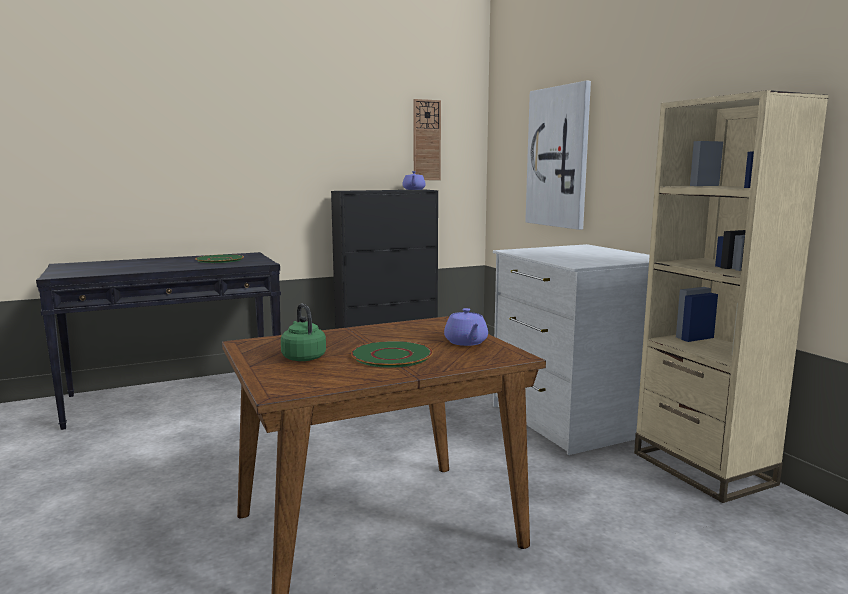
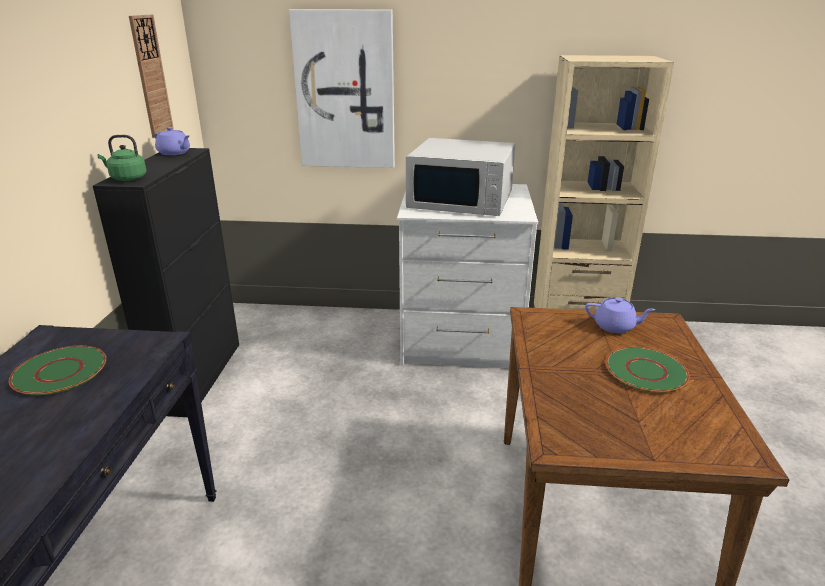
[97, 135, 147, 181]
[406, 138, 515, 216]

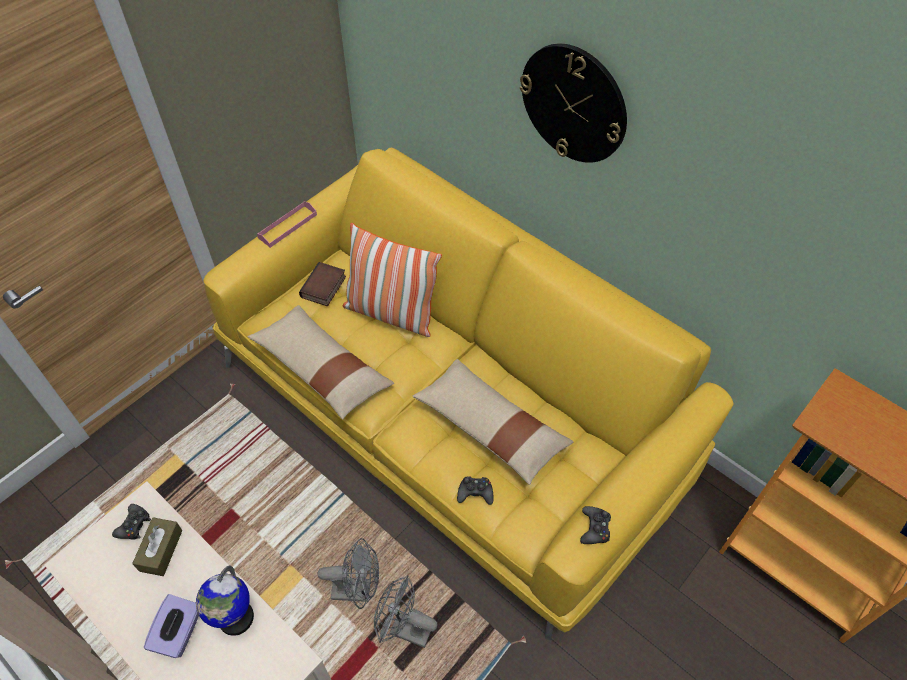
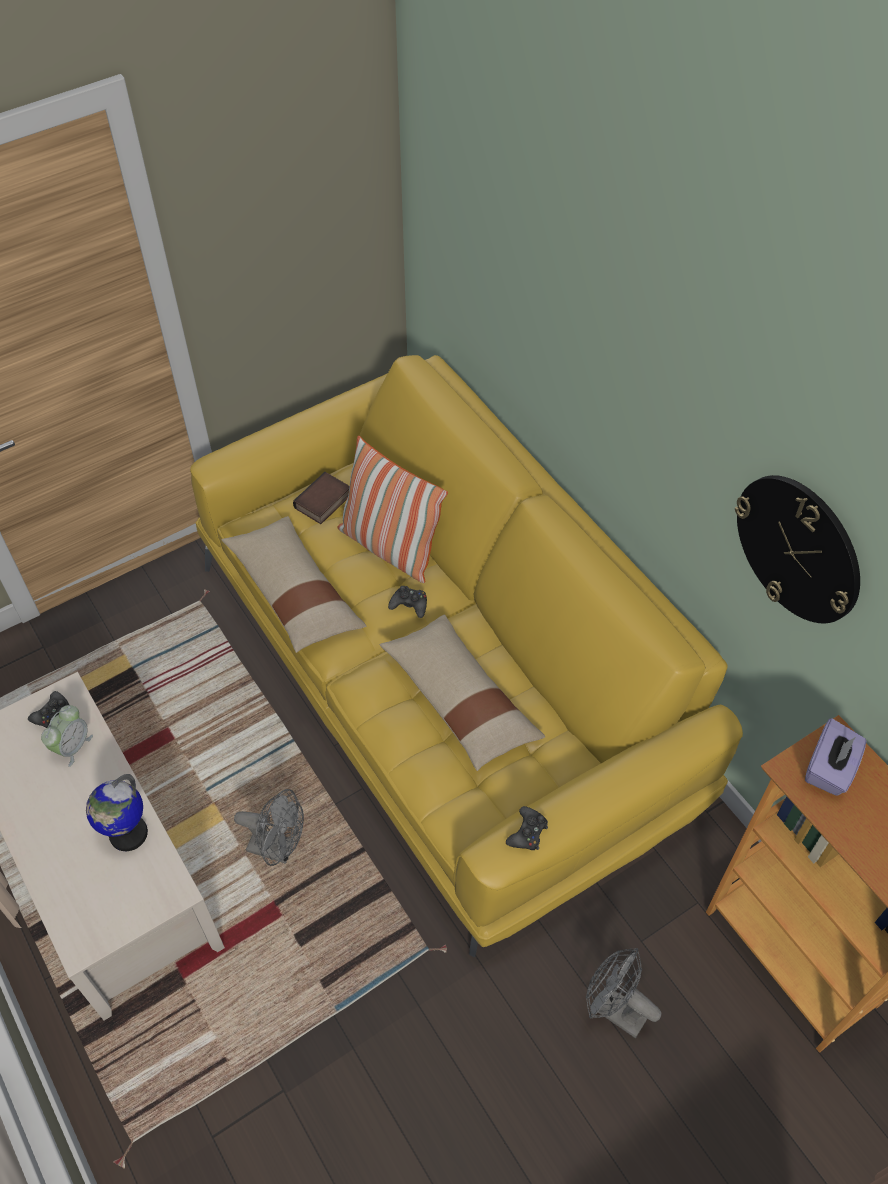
[41, 705, 93, 767]
[805, 718, 866, 796]
[257, 201, 317, 248] (first image)
[586, 948, 661, 1038]
[388, 586, 427, 618]
[735, 475, 860, 623]

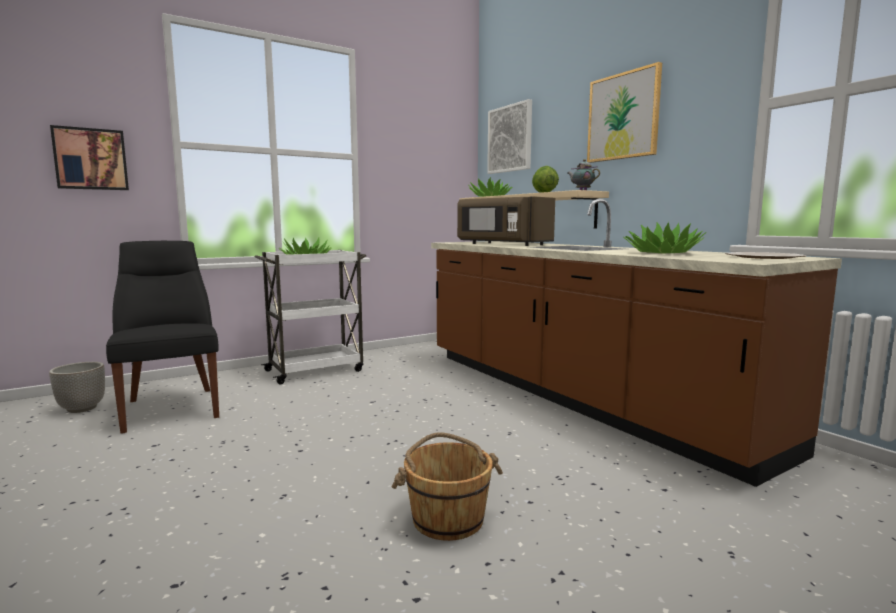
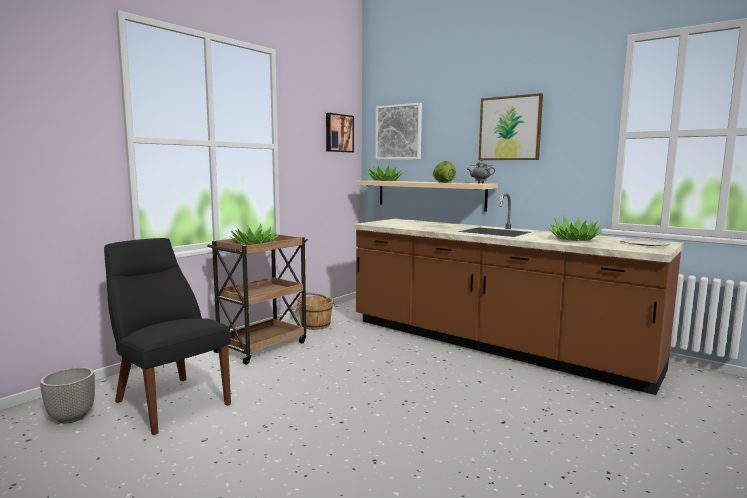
[326, 113, 354, 152]
[208, 233, 308, 365]
[295, 293, 336, 330]
[457, 196, 555, 246] (first image)

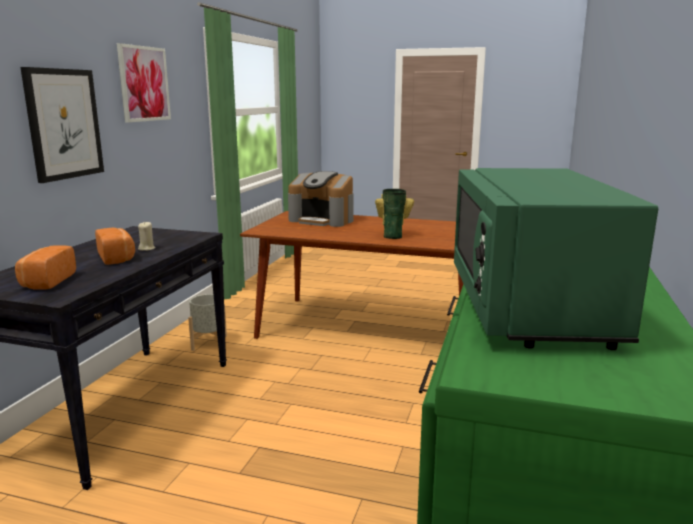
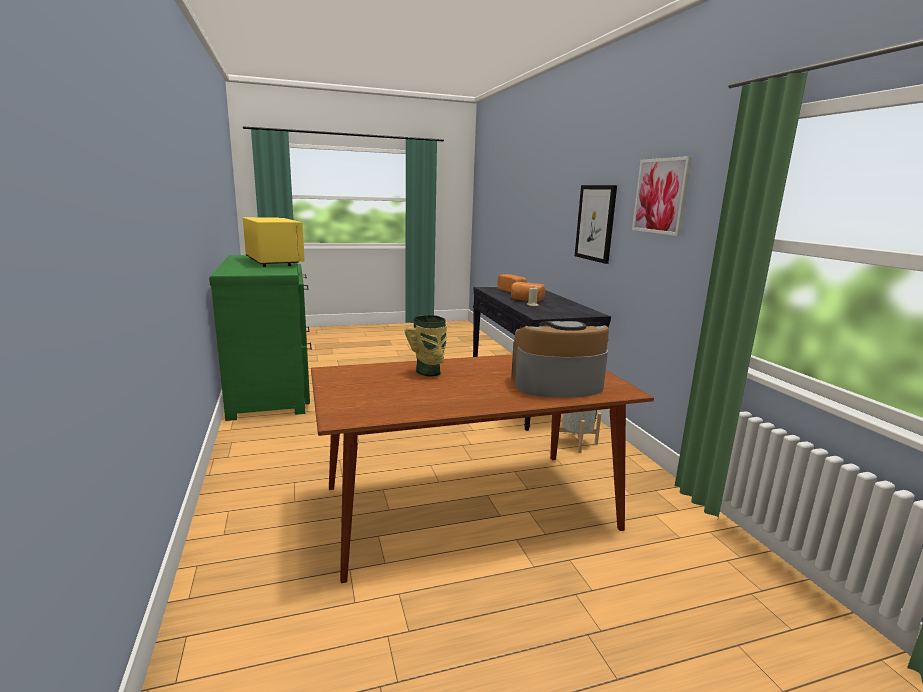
[243, 217, 305, 267]

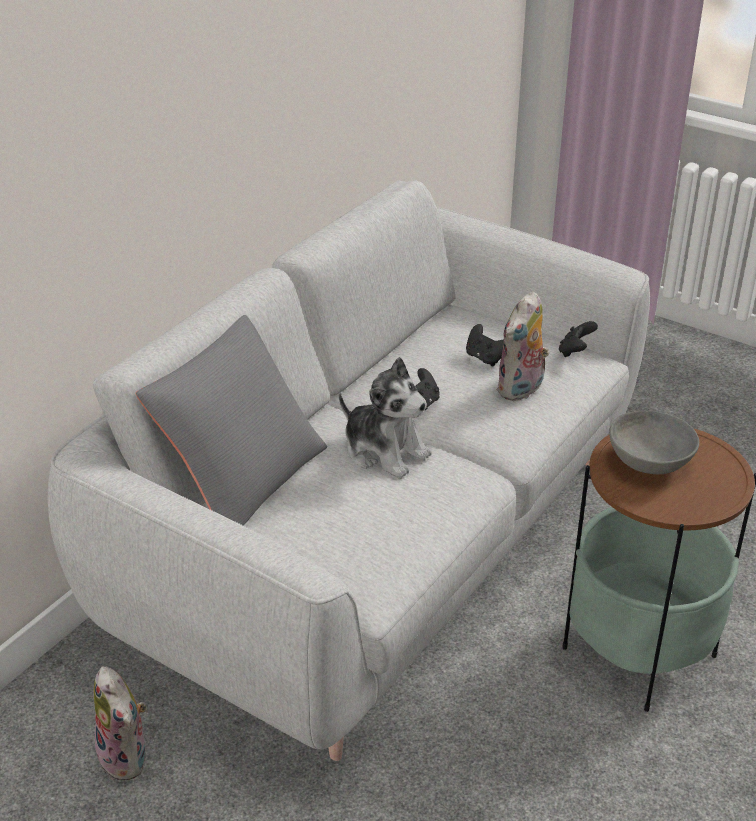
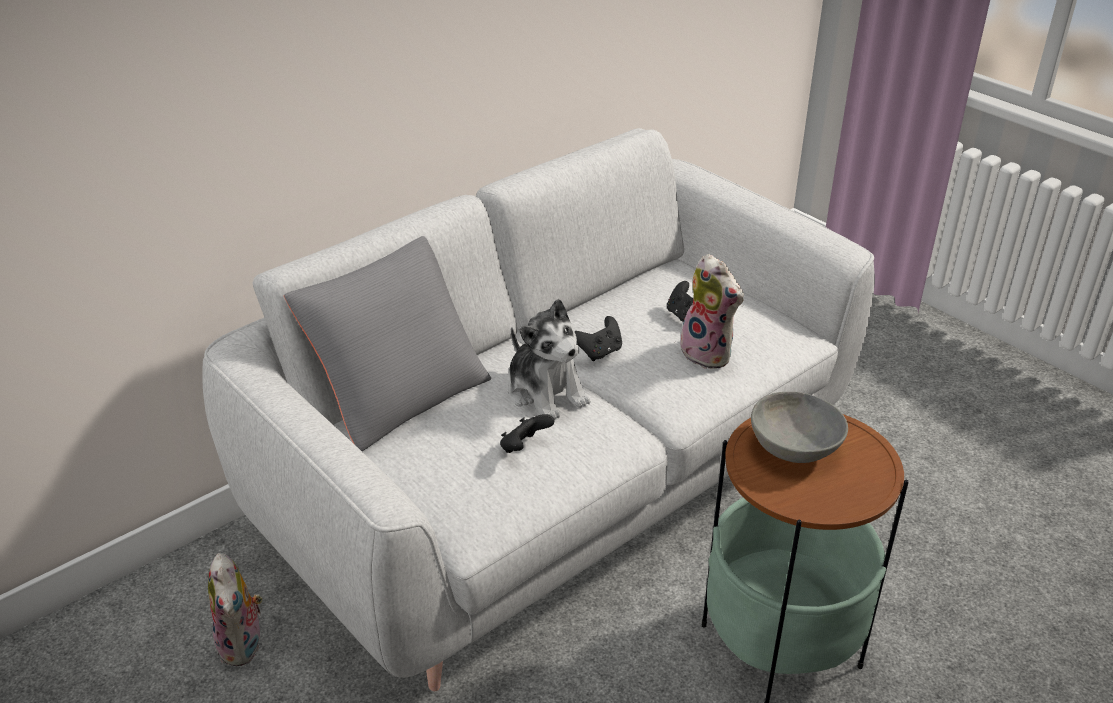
[680, 254, 744, 369]
[500, 414, 554, 453]

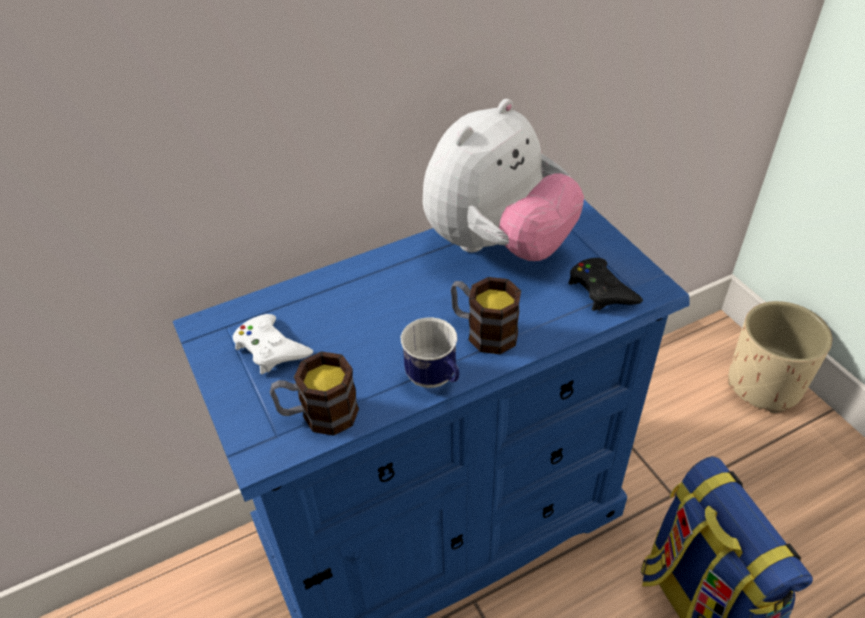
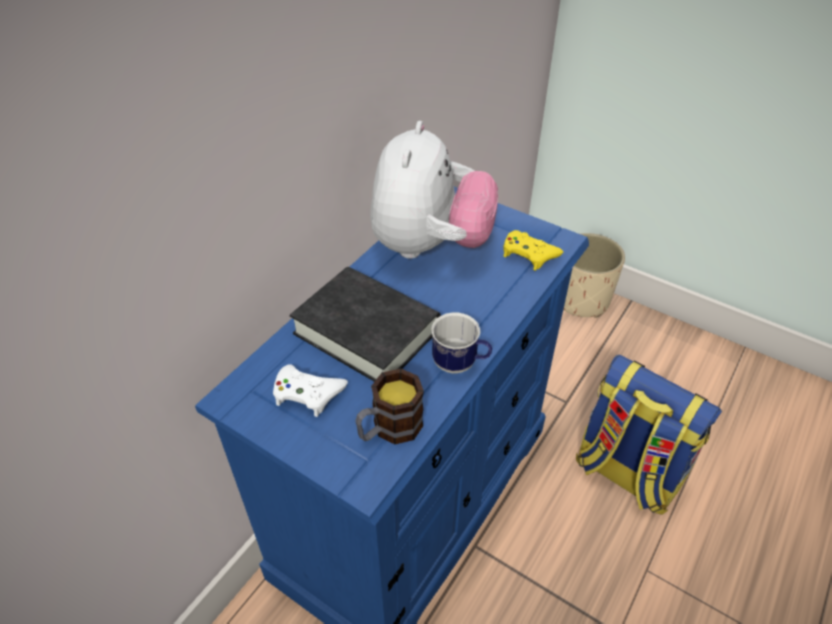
[451, 277, 521, 354] (first image)
[503, 230, 563, 271]
[290, 267, 441, 382]

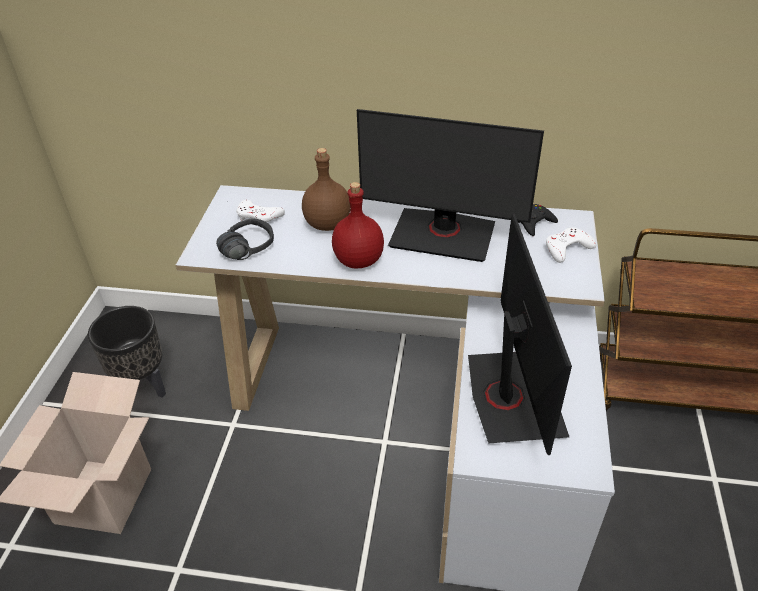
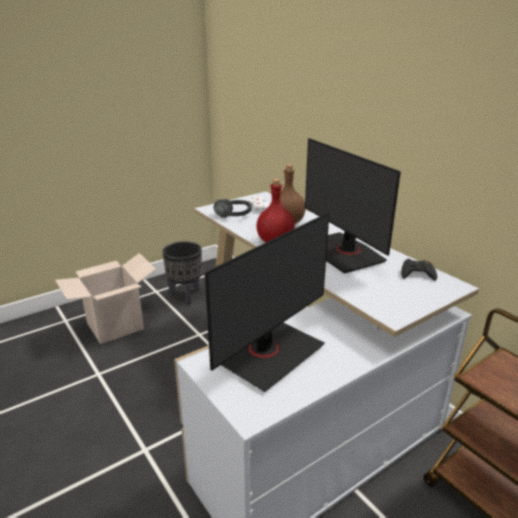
[546, 228, 596, 263] (first image)

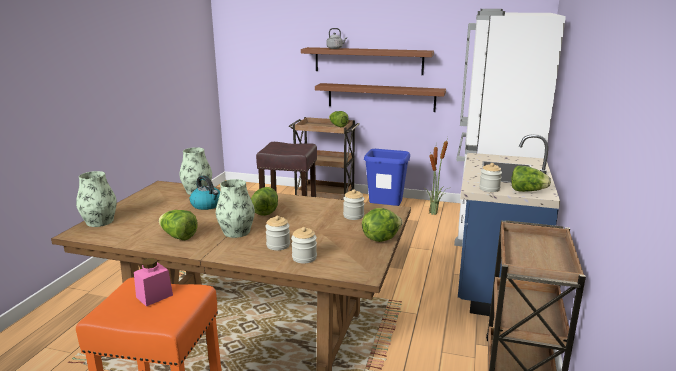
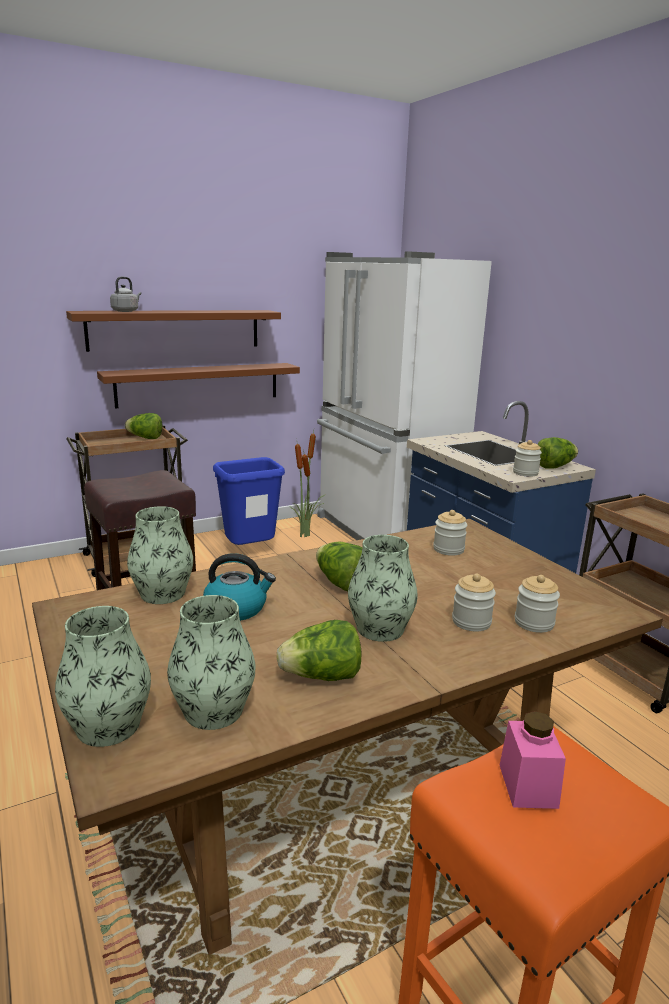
[362, 208, 402, 242] (first image)
[167, 595, 256, 730]

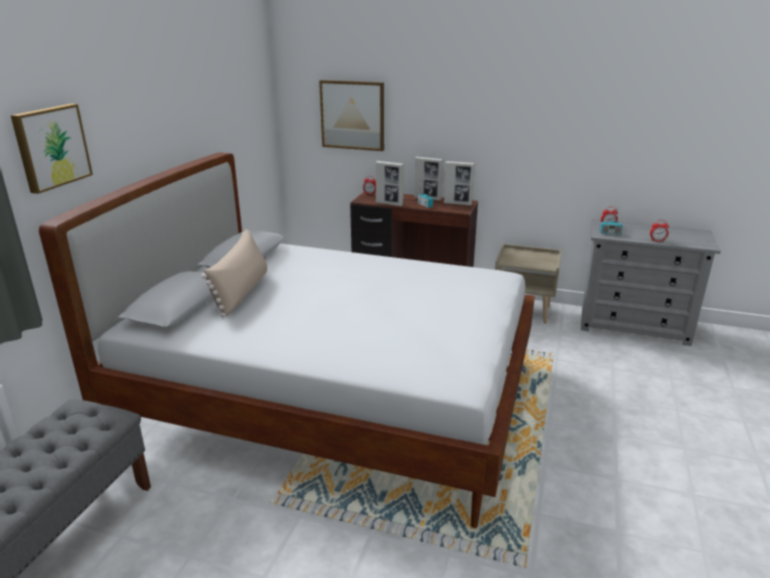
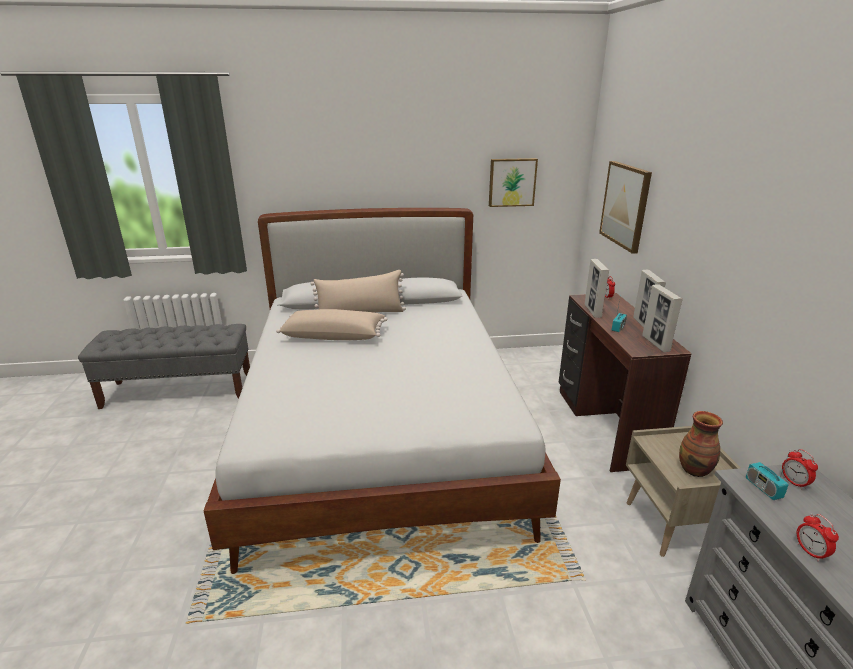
[489, 158, 538, 207]
[276, 309, 387, 340]
[679, 411, 723, 477]

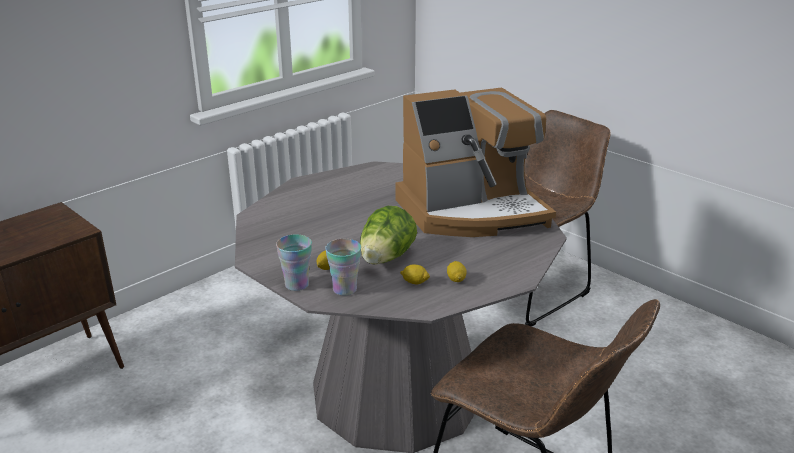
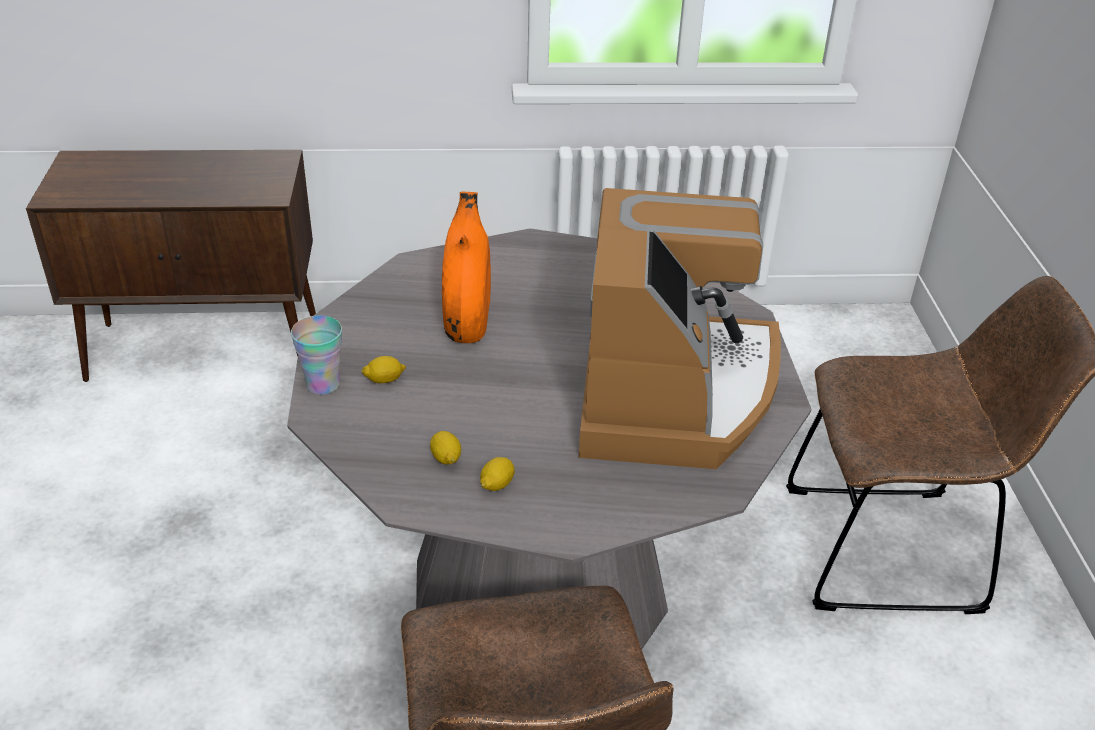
[325, 239, 361, 296] (first image)
[360, 206, 417, 264] (first image)
[579, 188, 781, 469]
[442, 192, 491, 343]

